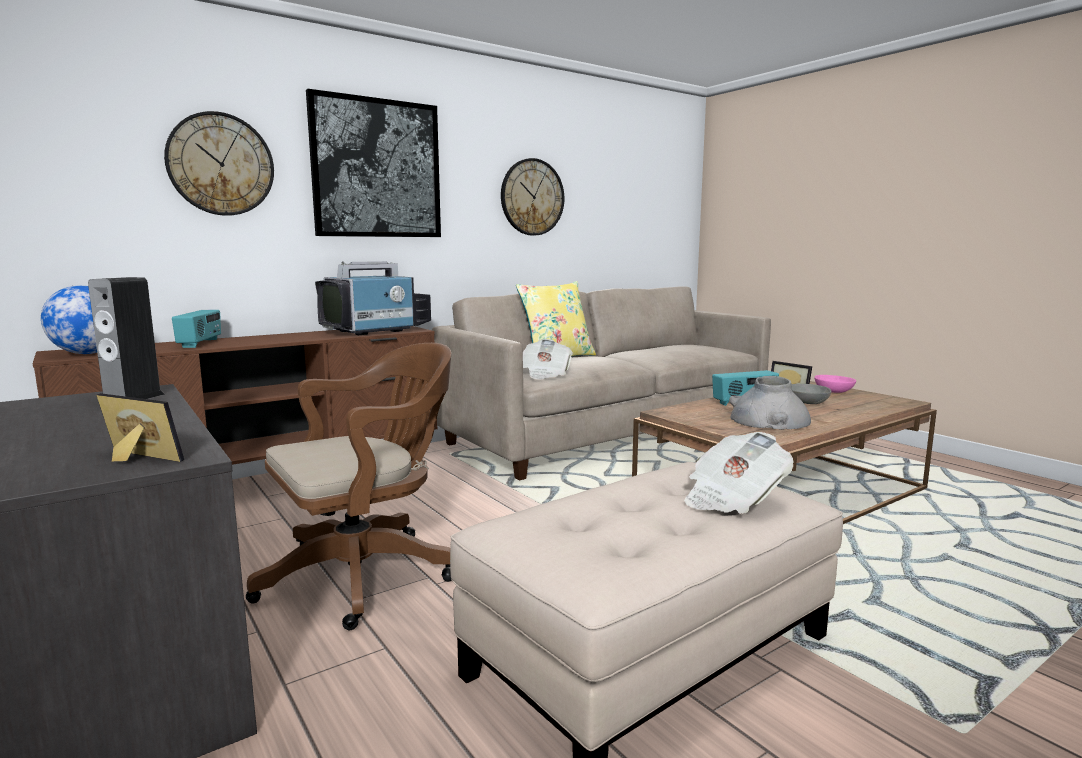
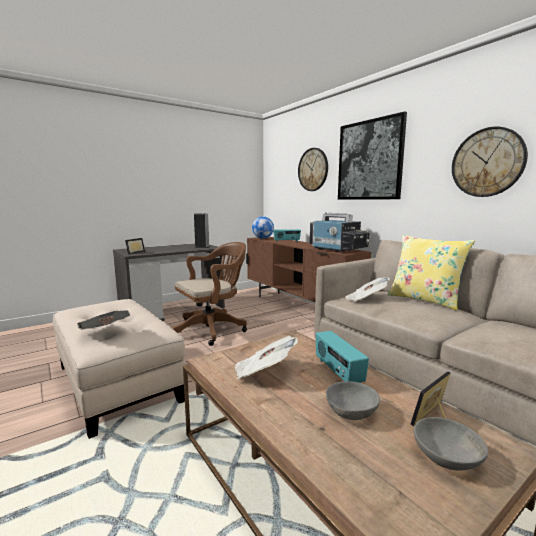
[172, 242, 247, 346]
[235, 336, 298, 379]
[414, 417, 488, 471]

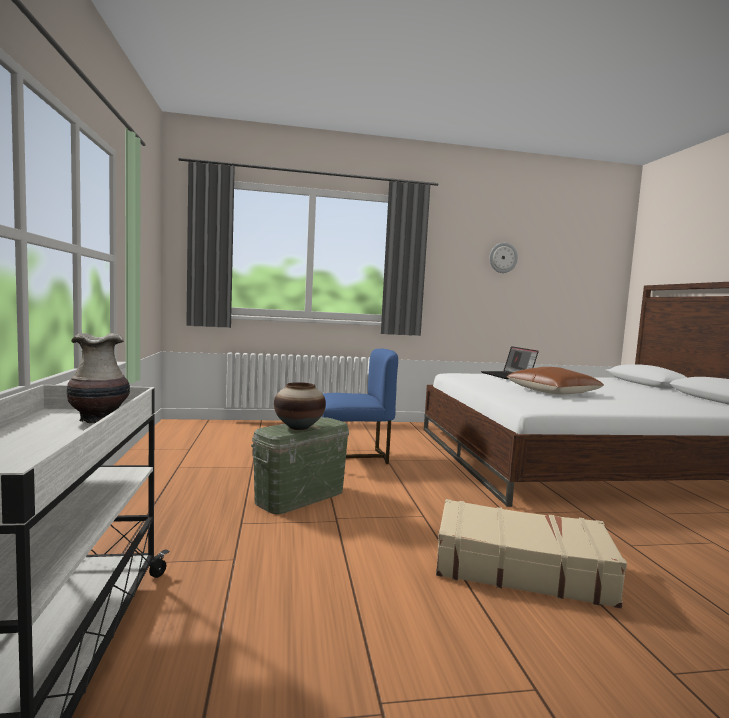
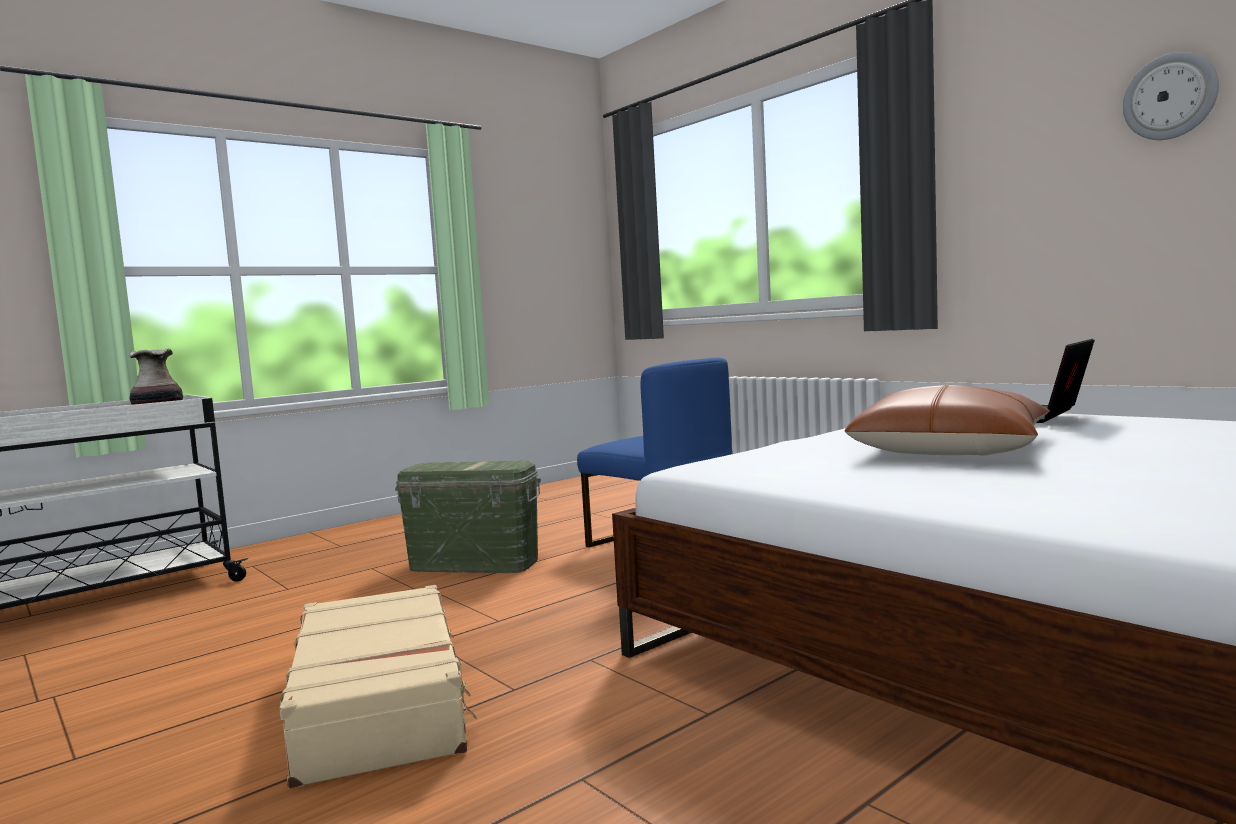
[274, 382, 326, 430] (first image)

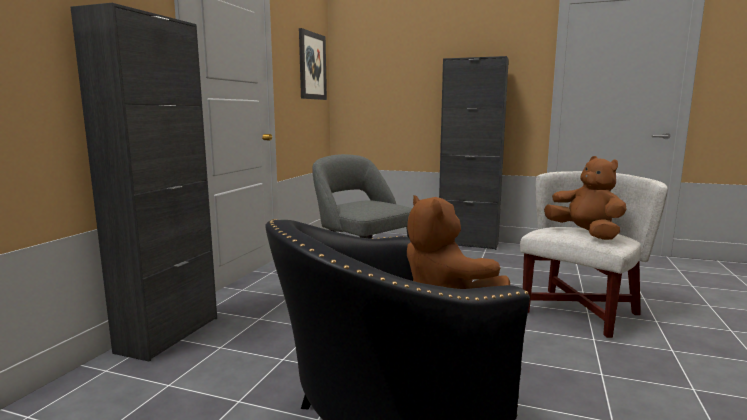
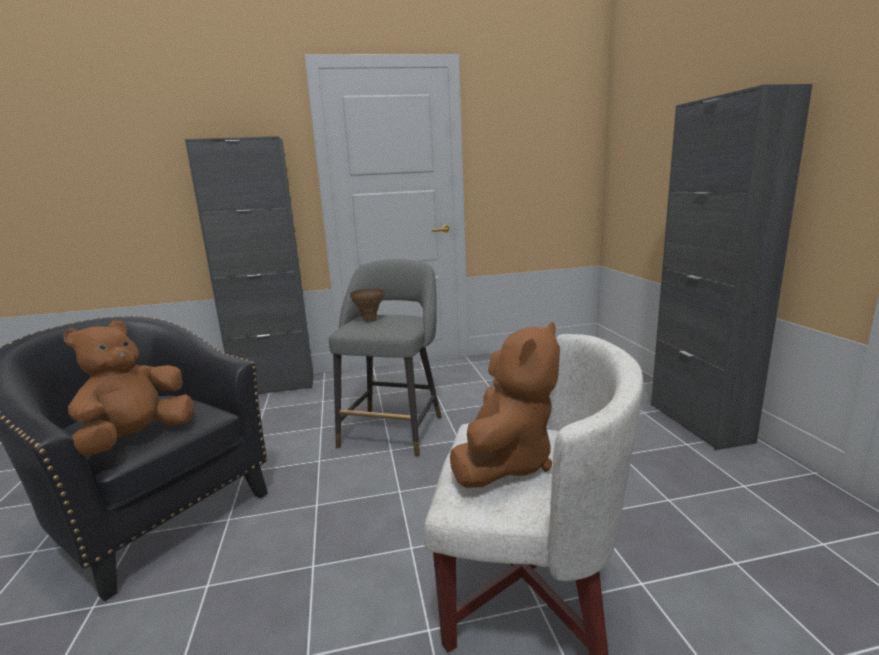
[299, 28, 327, 100] (first image)
[350, 289, 384, 322]

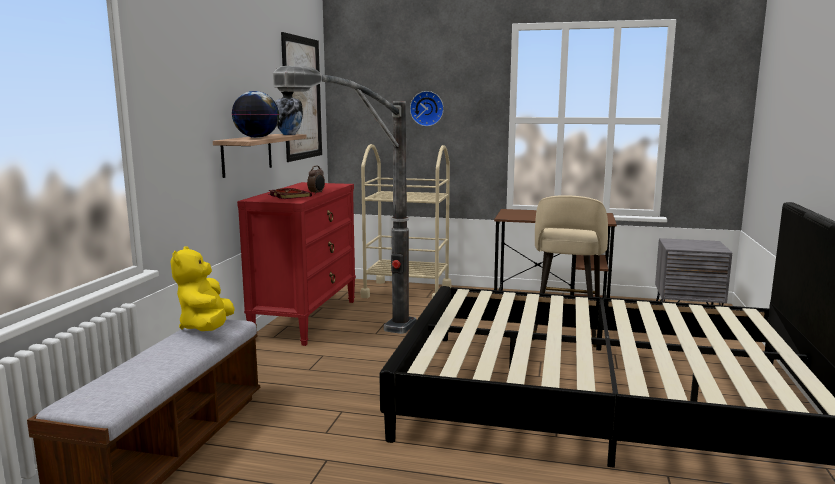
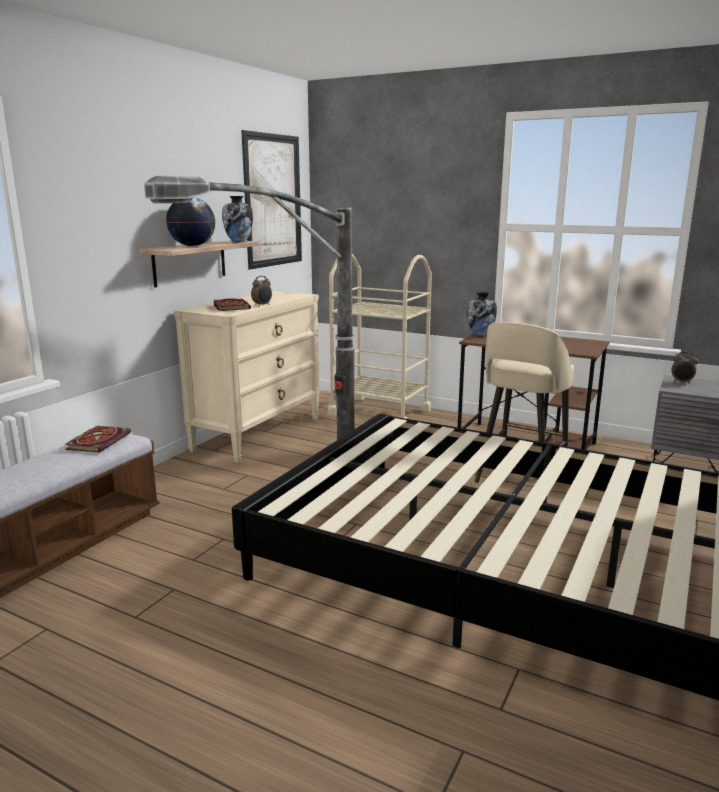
[65, 426, 131, 452]
[174, 291, 320, 463]
[410, 91, 444, 127] (first image)
[467, 292, 497, 336]
[671, 352, 698, 384]

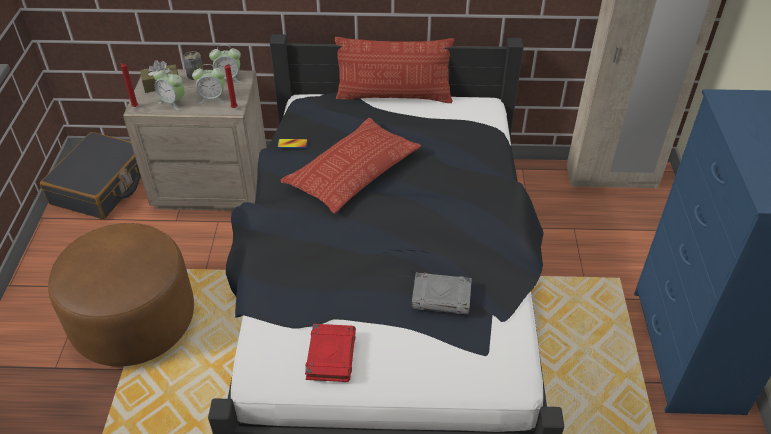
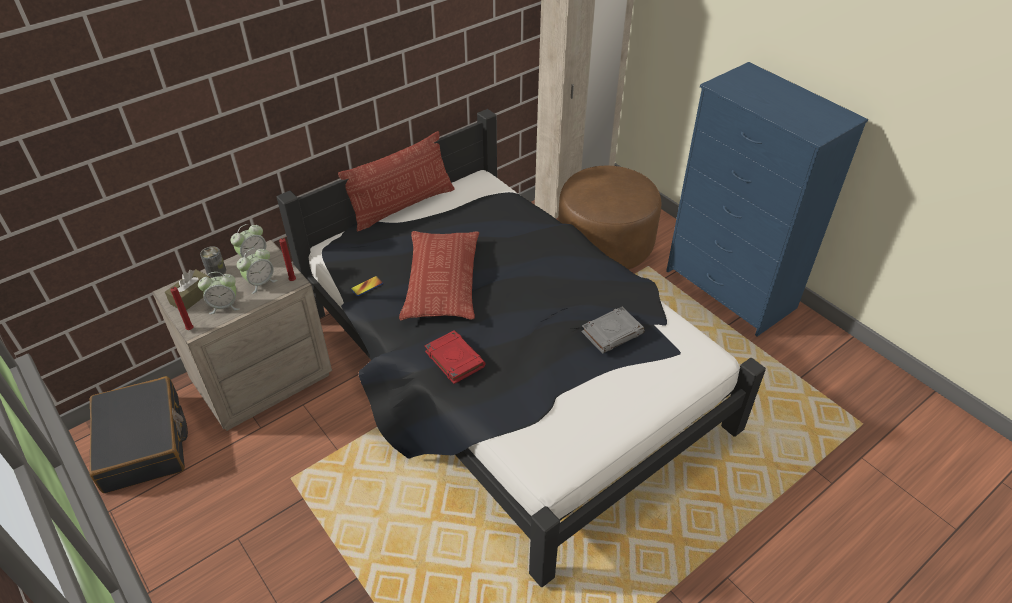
[558, 166, 662, 270]
[425, 330, 486, 384]

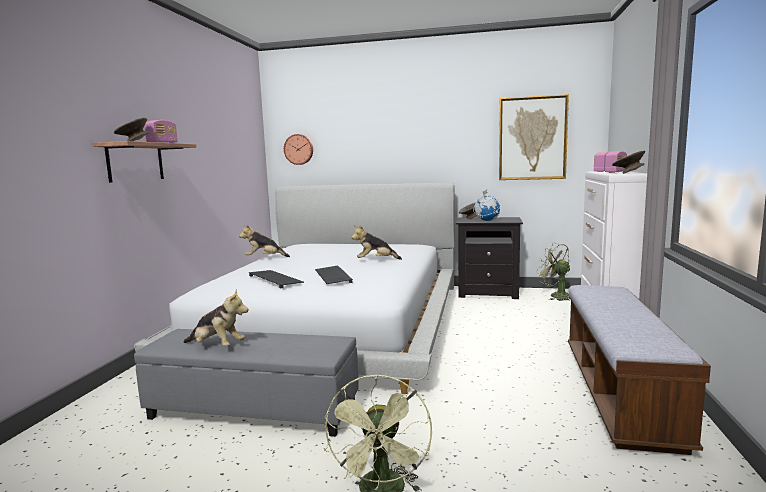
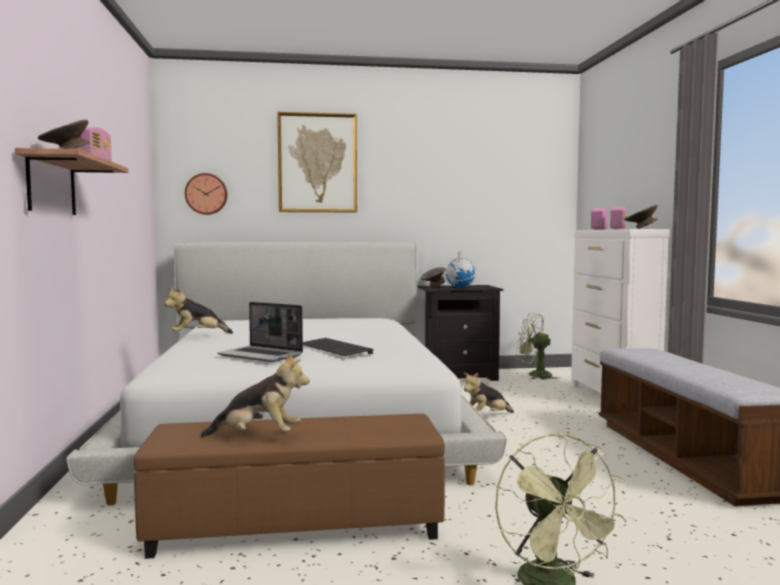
[134, 414, 445, 559]
[217, 302, 303, 362]
[464, 373, 514, 413]
[277, 112, 357, 212]

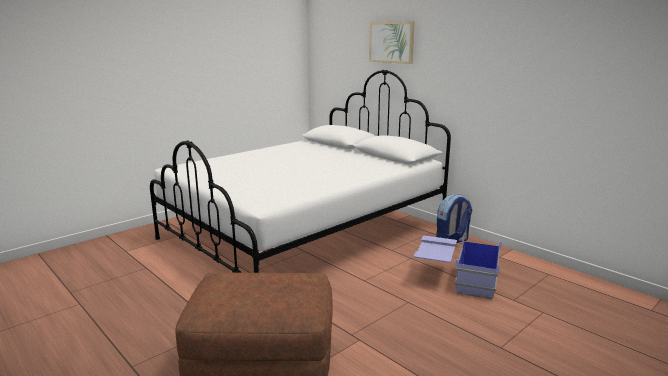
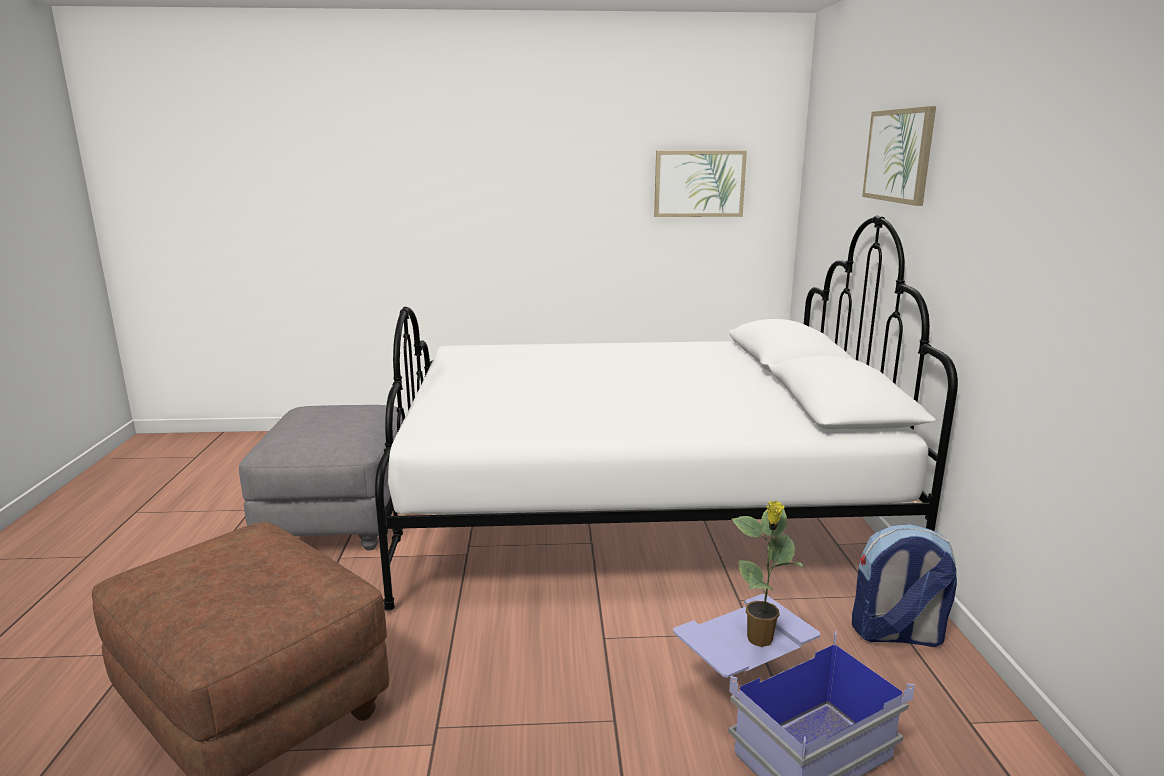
[239, 405, 403, 550]
[654, 151, 747, 217]
[732, 501, 805, 647]

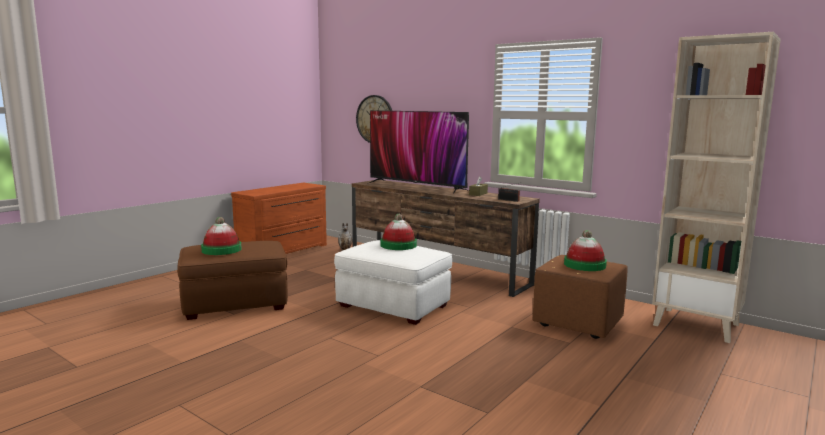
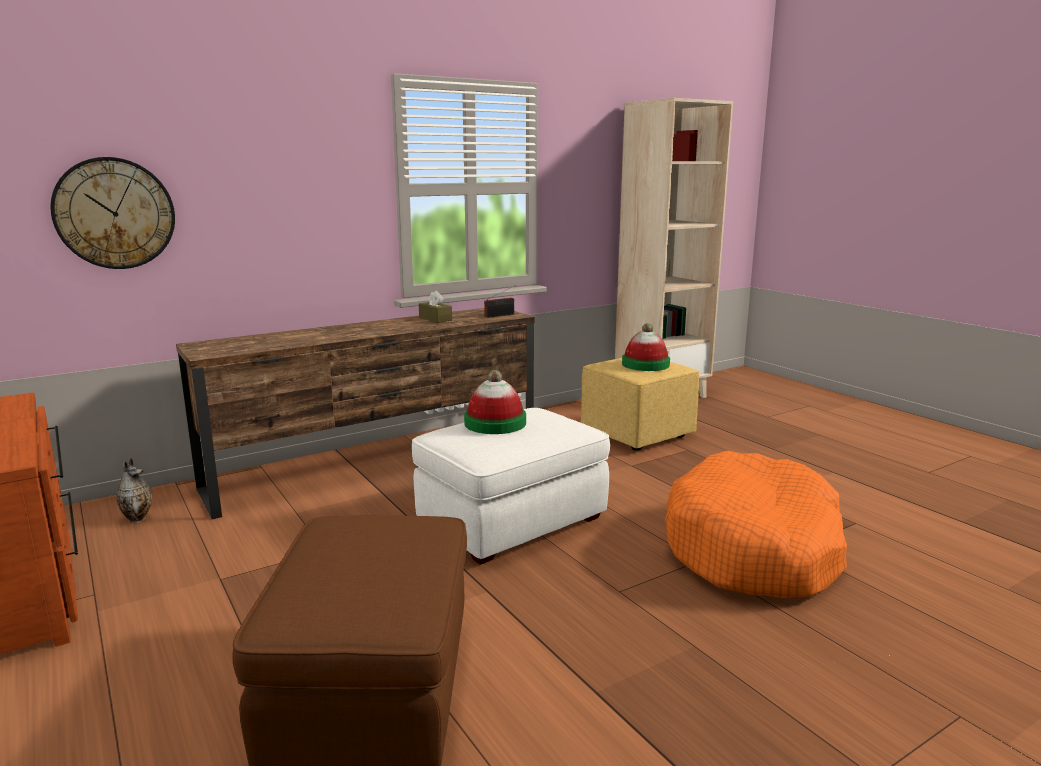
[201, 217, 242, 255] (first image)
[367, 110, 469, 194] (first image)
[581, 358, 699, 450]
[665, 451, 847, 598]

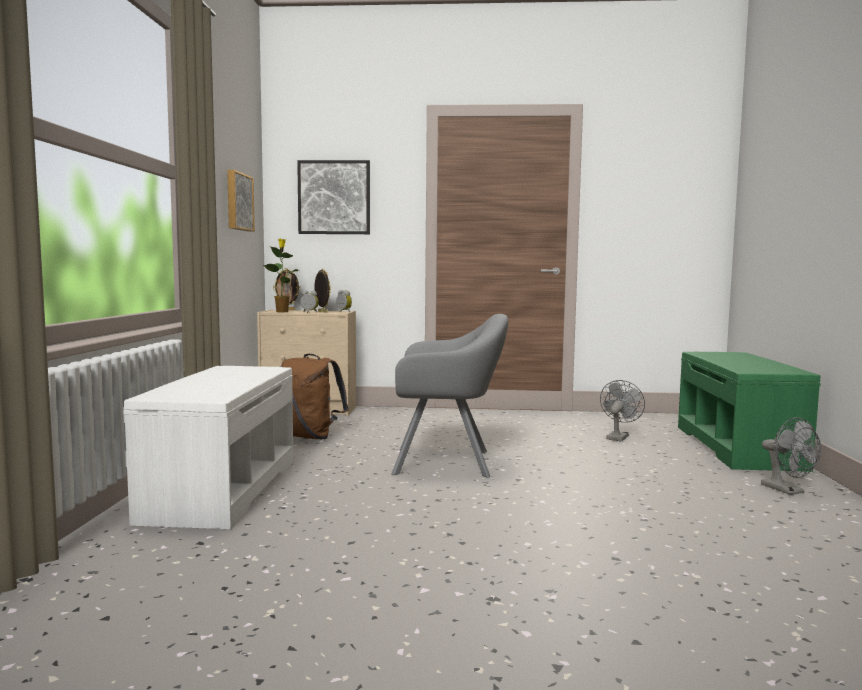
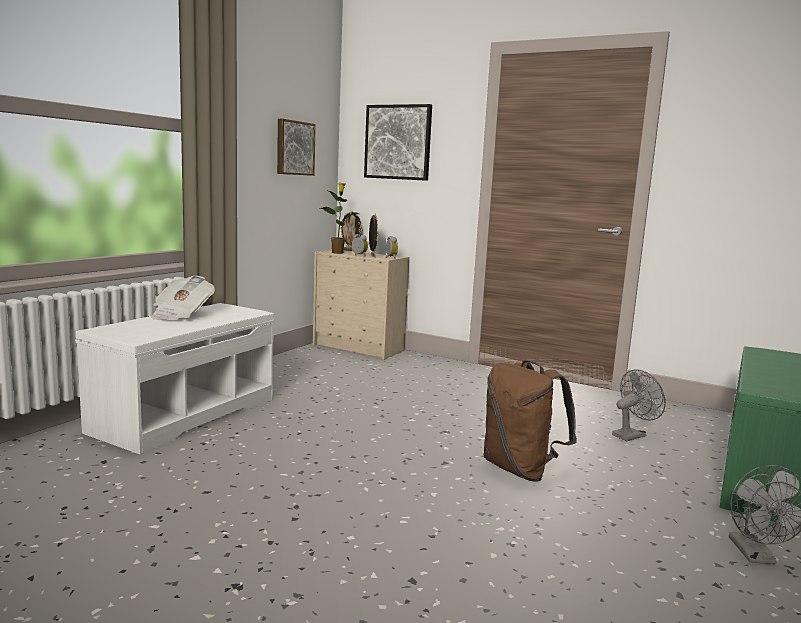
[483, 360, 577, 482]
[391, 314, 509, 478] (first image)
[151, 276, 215, 320]

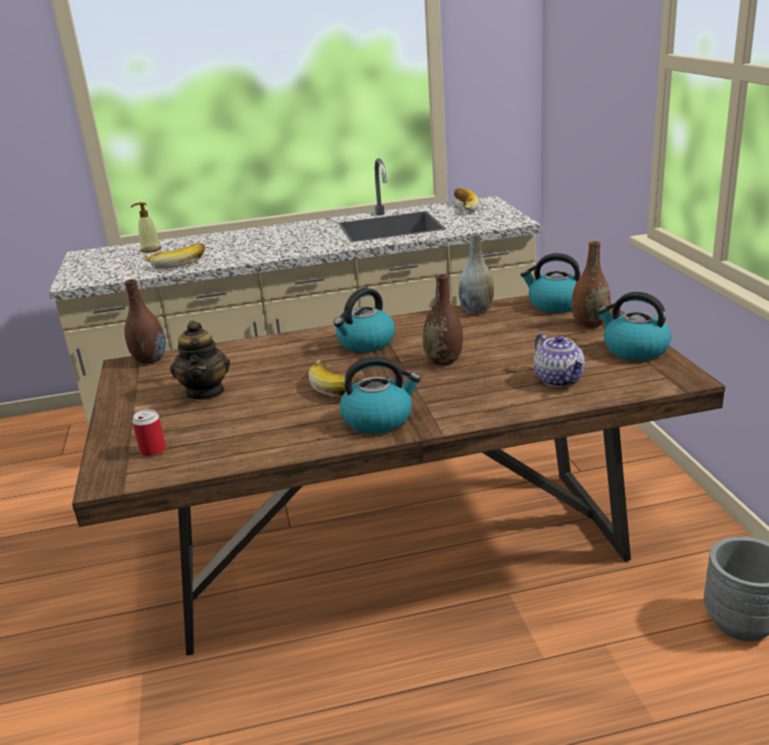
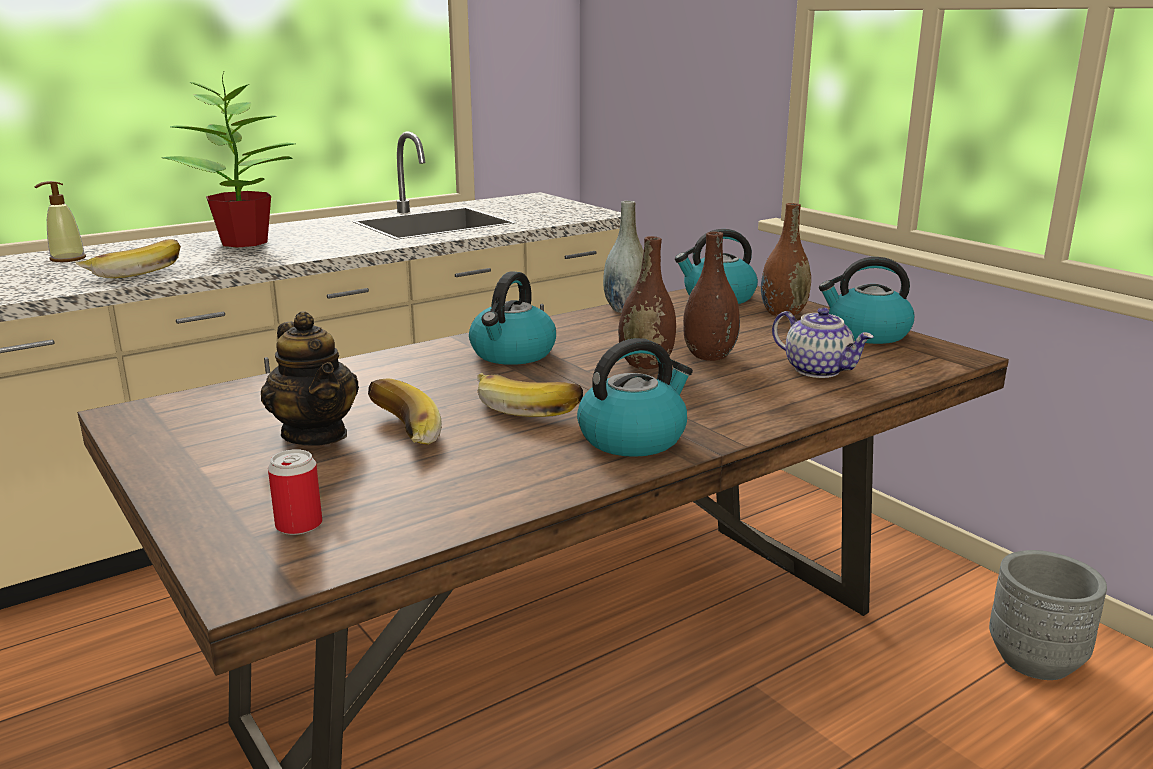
[683, 231, 740, 361]
[368, 379, 442, 445]
[162, 72, 295, 248]

